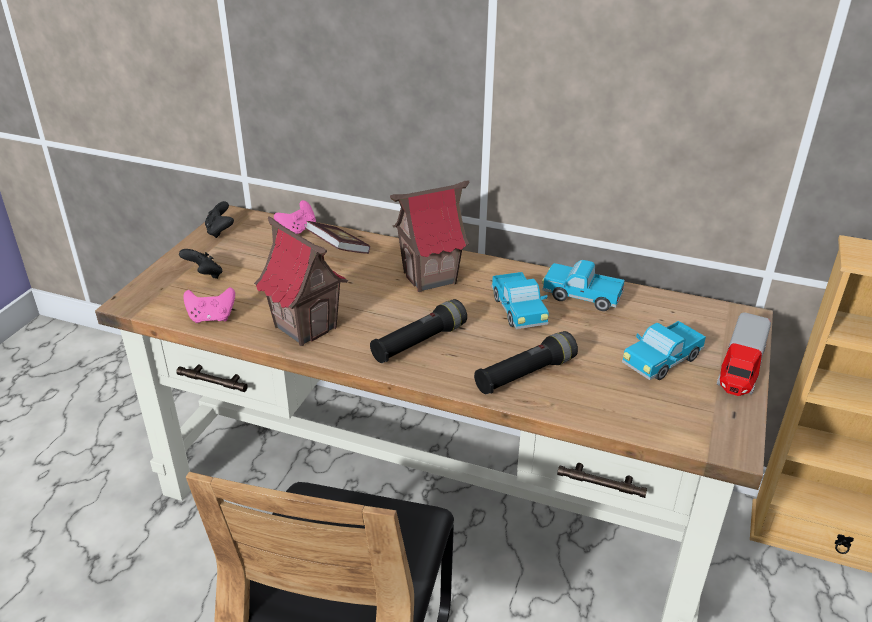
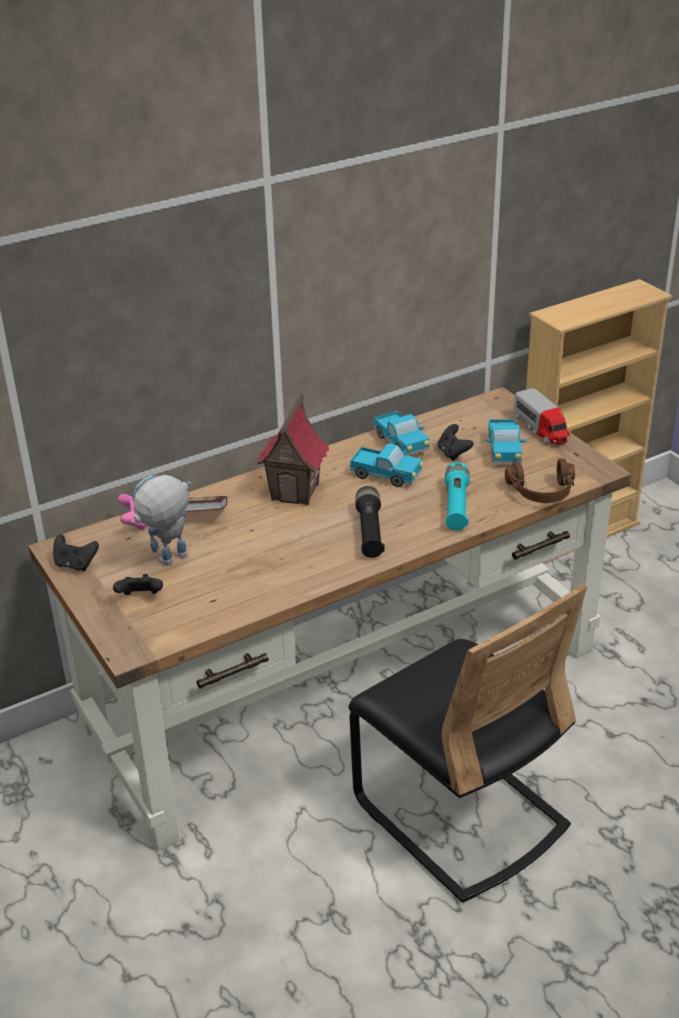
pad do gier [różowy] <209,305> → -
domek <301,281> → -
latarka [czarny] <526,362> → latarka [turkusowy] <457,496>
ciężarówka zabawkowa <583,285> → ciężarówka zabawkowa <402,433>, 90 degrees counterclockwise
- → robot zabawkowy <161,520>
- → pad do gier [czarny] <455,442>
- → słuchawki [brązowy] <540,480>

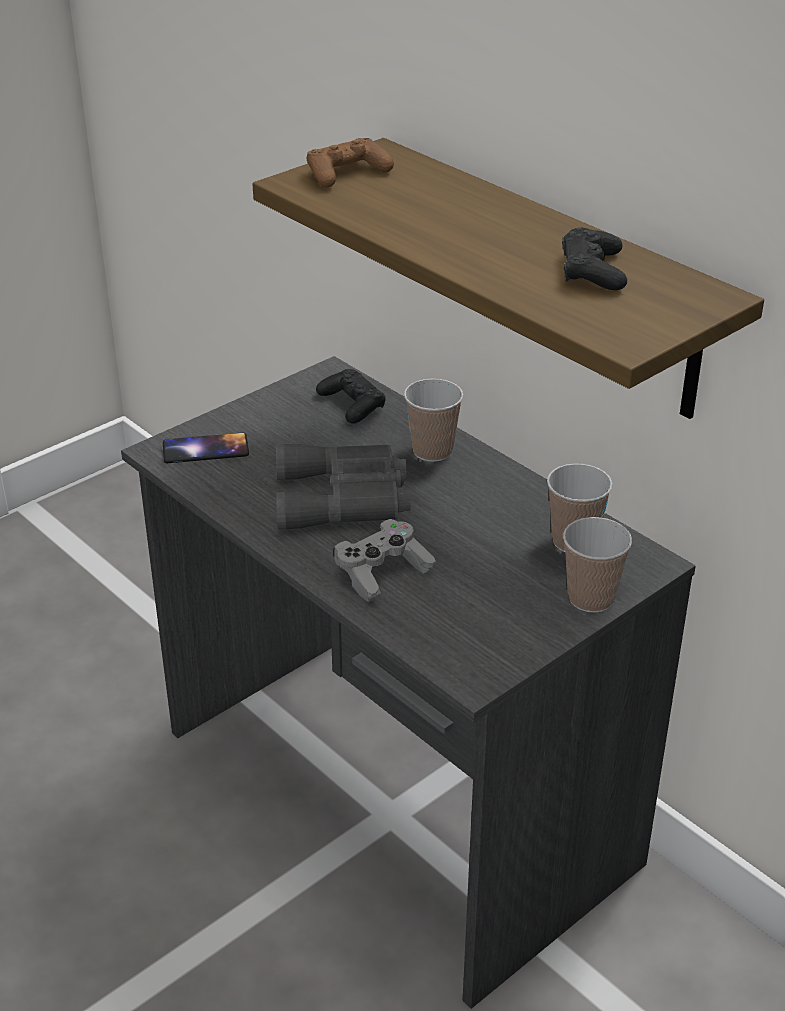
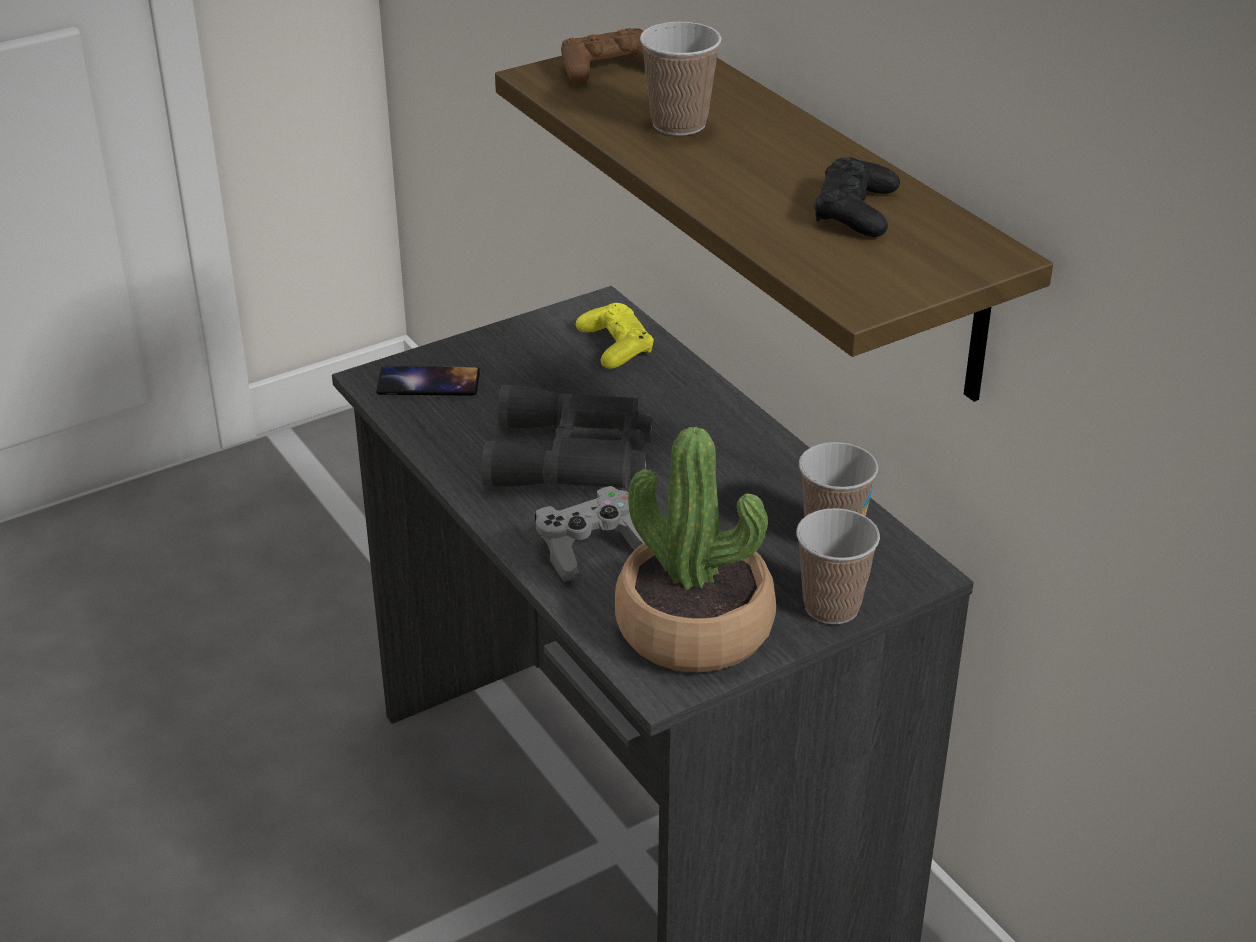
pad do gier [czarny] <351,396> → pad do gier [żółty] <615,336>
filiżanka <433,420> → filiżanka <680,79>, relocated
- → roślina doniczkowa <695,549>

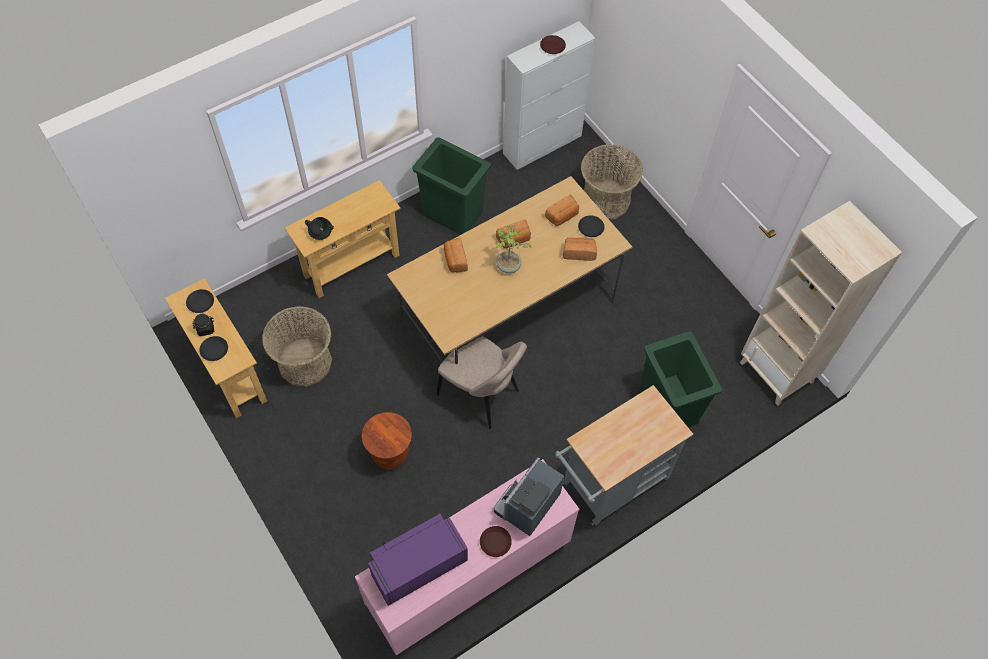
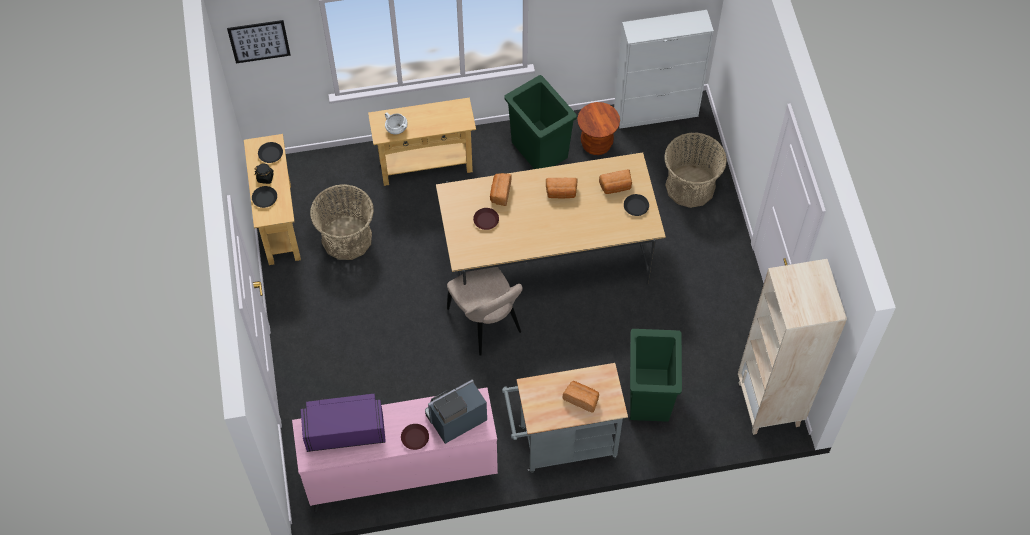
garnek [czarny] <319,228> → garnek [biały] <396,123>
stołek [brązowy] <387,441> → stołek [brązowy] <598,128>, relocated
roślina doniczkowa <513,249> → -
talerz [brązowy] <553,44> → talerz [brązowy] <486,219>, relocated
chleb <580,249> → chleb <581,397>, relocated
- → obraz <259,41>

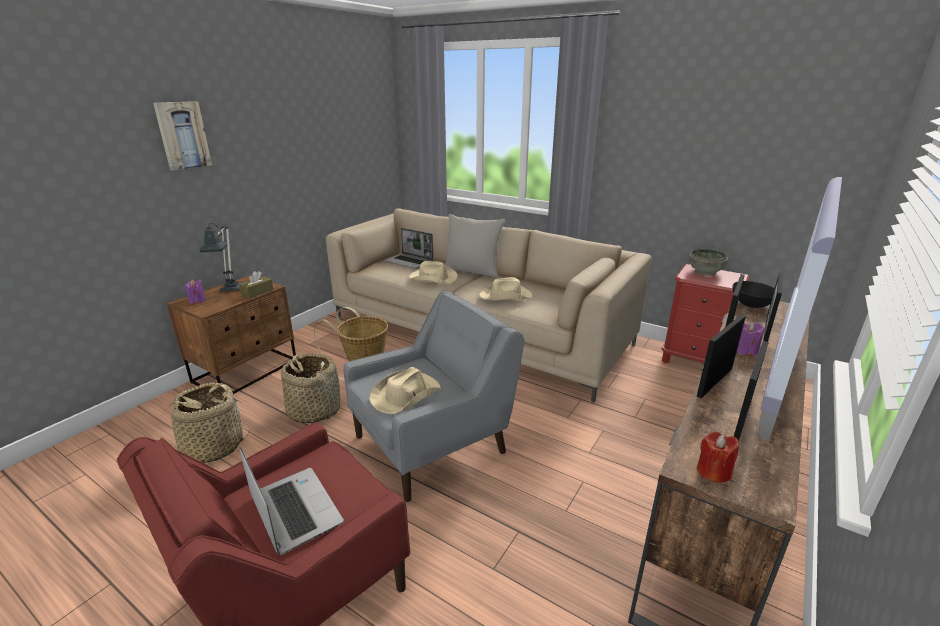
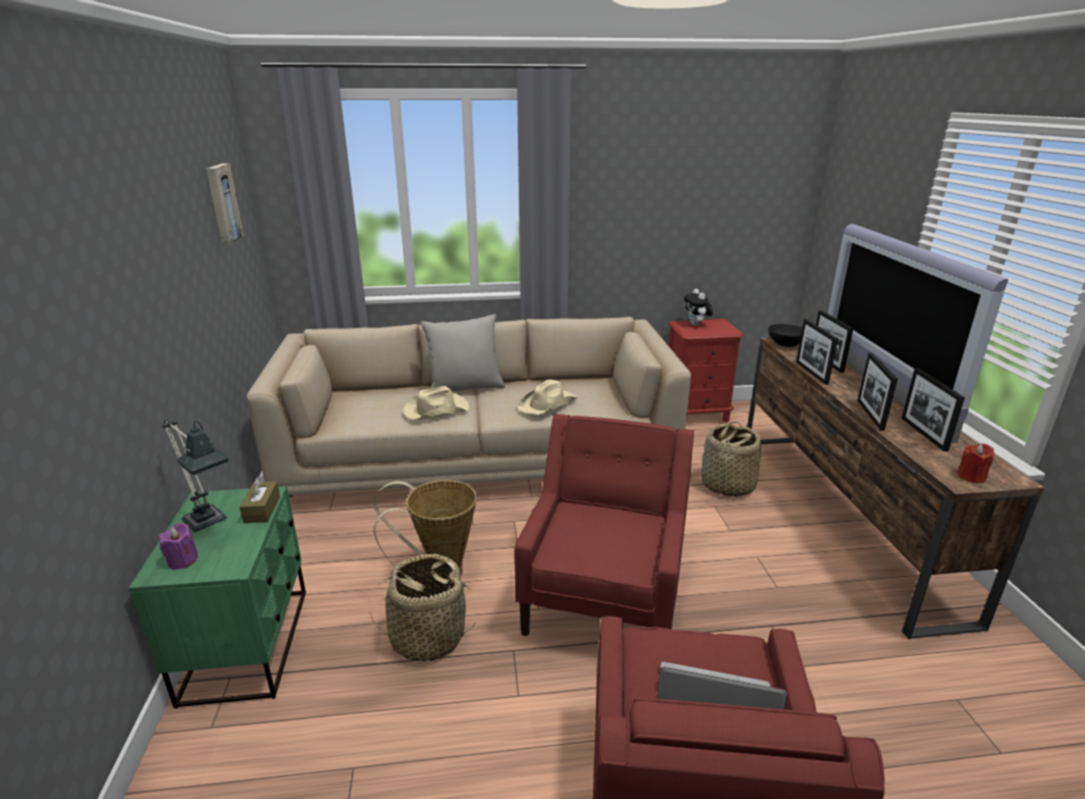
obraz <182,136> → obraz <225,204>, relocated
koszyk <205,423> → koszyk <731,459>, relocated
szafka nocna [brązowy] <231,334> → szafka nocna [zielony] <217,597>
fotel [szary] <433,396> → fotel [czerwony] <604,524>
kapelusz [beżowy] <405,390> → -
laptop <409,248> → -
miska [szary] <708,262> → pluszak <698,307>
świeca [fioletowy] <750,339> → -

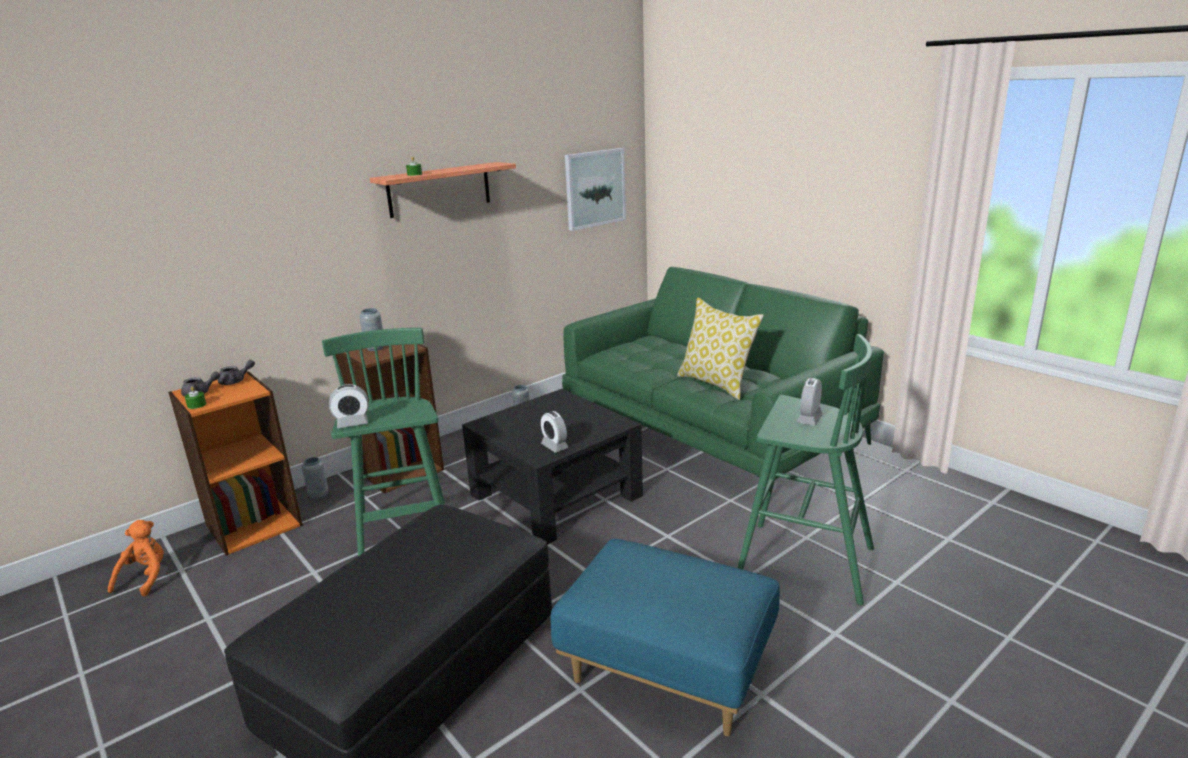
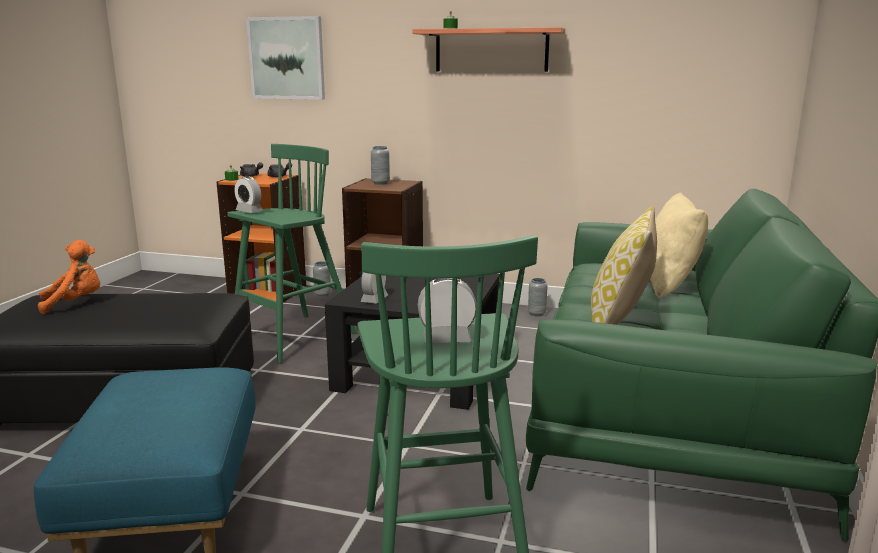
pluszak [pomarańczowy] <136,558> → pluszak [pomarańczowy] <69,277>, relocated
obraz <595,189> → obraz <285,58>, relocated
- → poduszka [beżowy] <678,246>

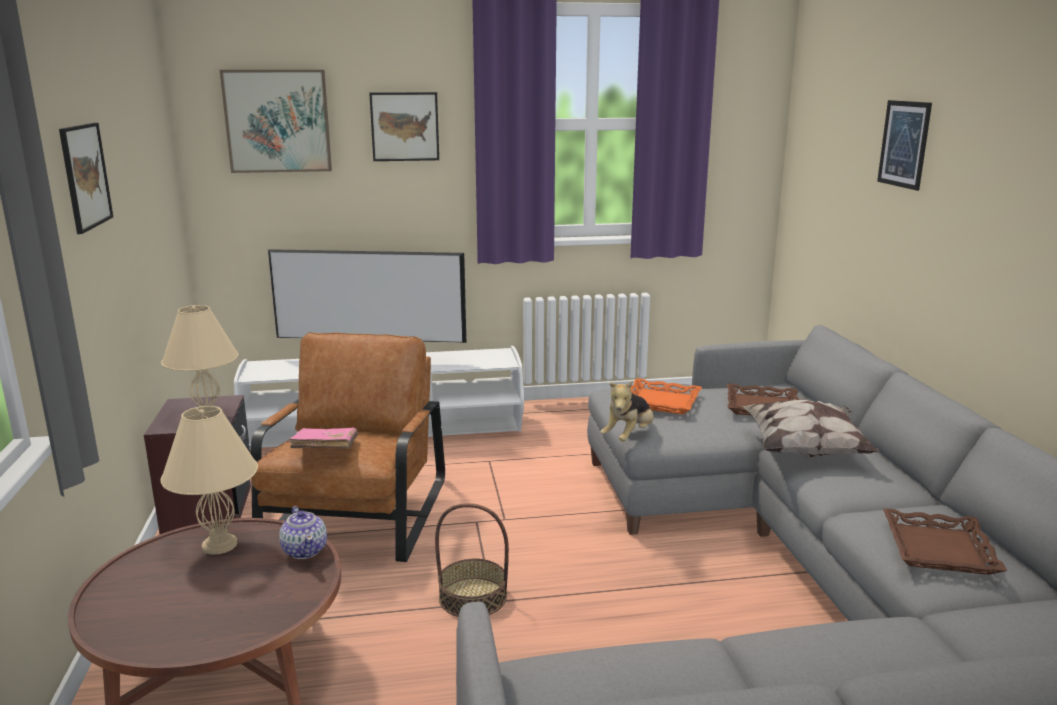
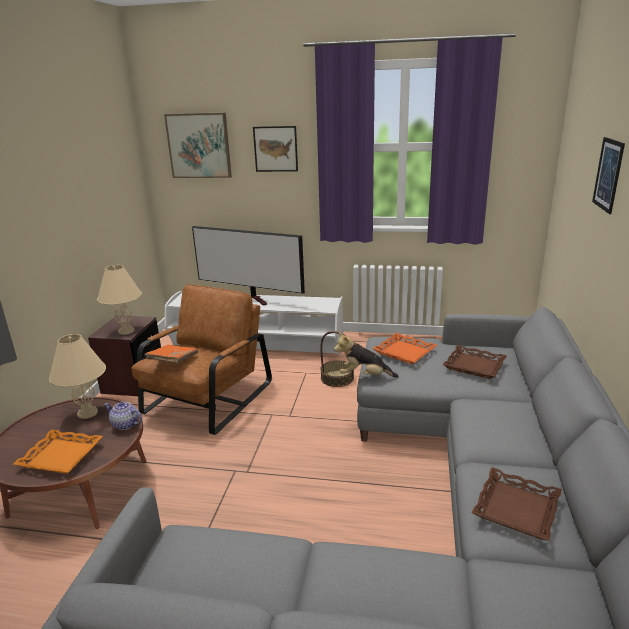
obraz <86,178> → -
imbryk <303,532> → imbryk <123,416>, 120 degrees clockwise
książka [różowy] <323,438> → książka [pomarańczowy] <171,354>
koszyk <472,560> → koszyk <337,359>, relocated
pluszak <627,411> → pluszak <366,355>, 45 degrees clockwise
poduszka <811,428> → -
- → taca [pomarańczowy] <58,452>

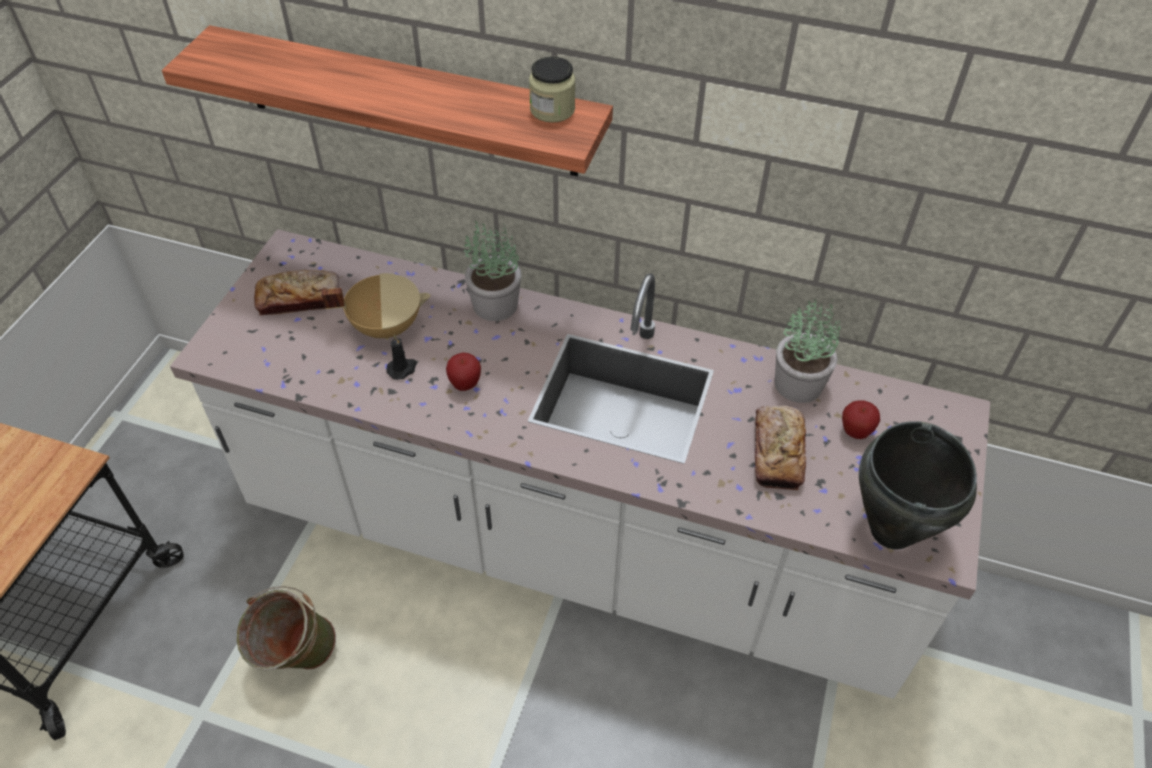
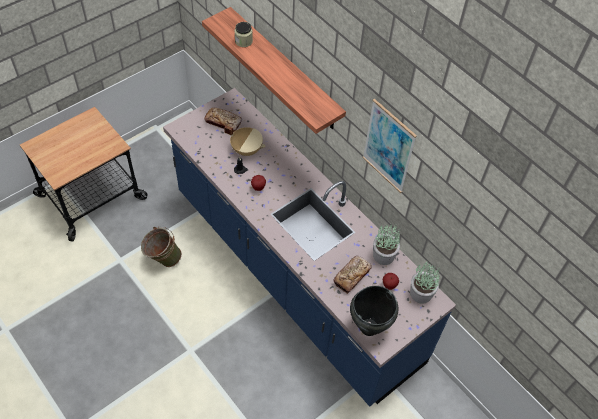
zabudowa kuchenna [biały] <580,464> → zabudowa kuchenna [niebieski] <309,247>
roślina doniczkowa <492,270> → roślina doniczkowa <425,282>, relocated
słoik <552,89> → słoik <244,34>, relocated
- → obraz <390,146>

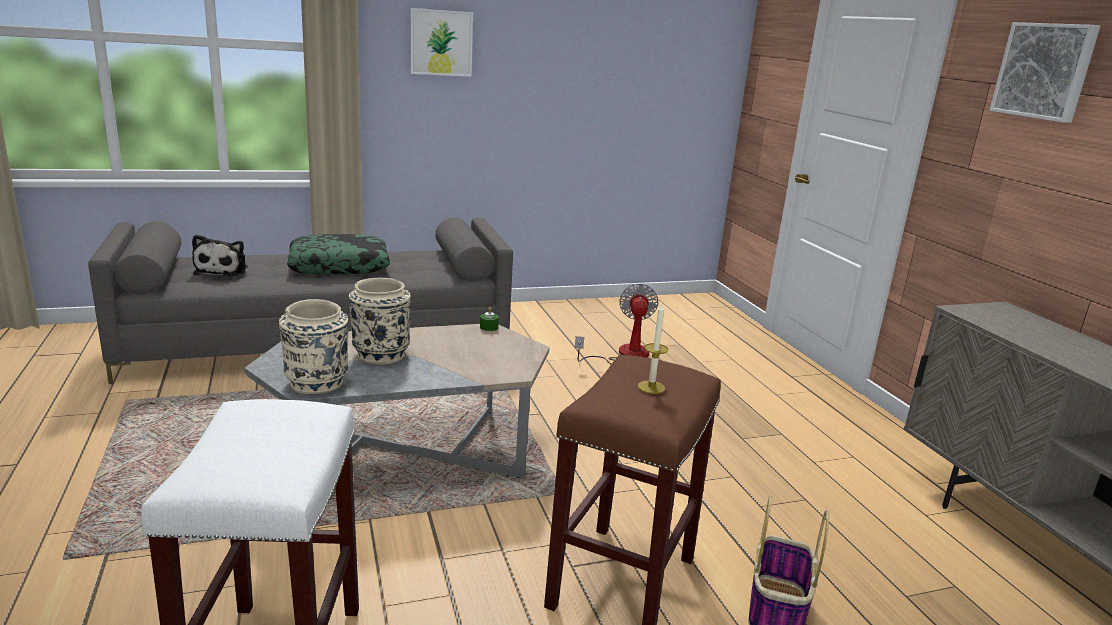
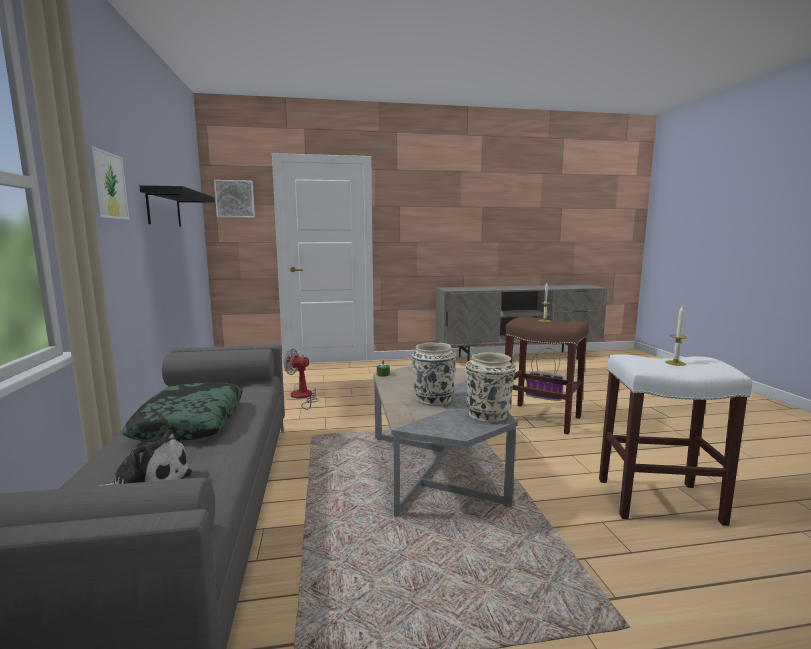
obraz <1045,72> → obraz <234,199>, relocated
- → półka [czarny] <177,205>
- → świeca <676,336>

